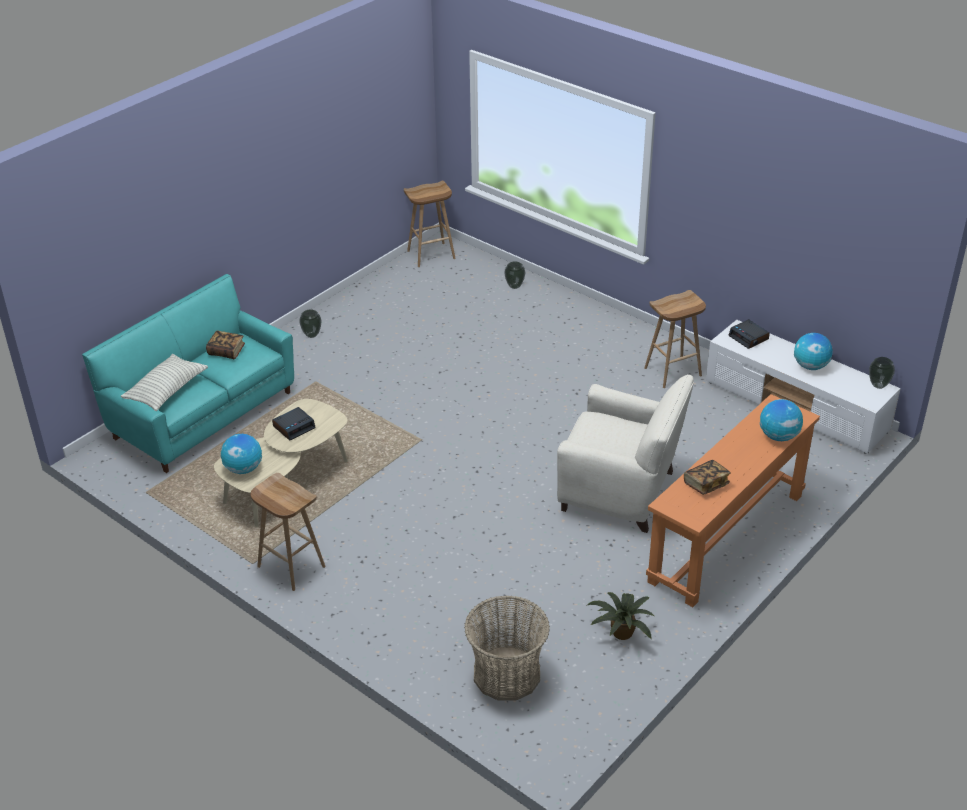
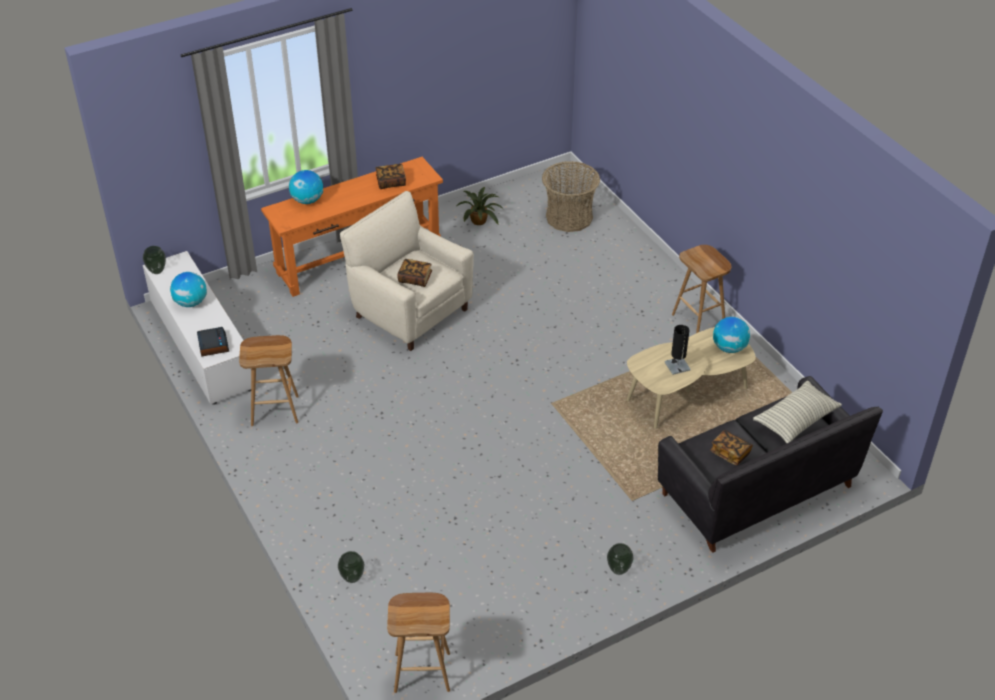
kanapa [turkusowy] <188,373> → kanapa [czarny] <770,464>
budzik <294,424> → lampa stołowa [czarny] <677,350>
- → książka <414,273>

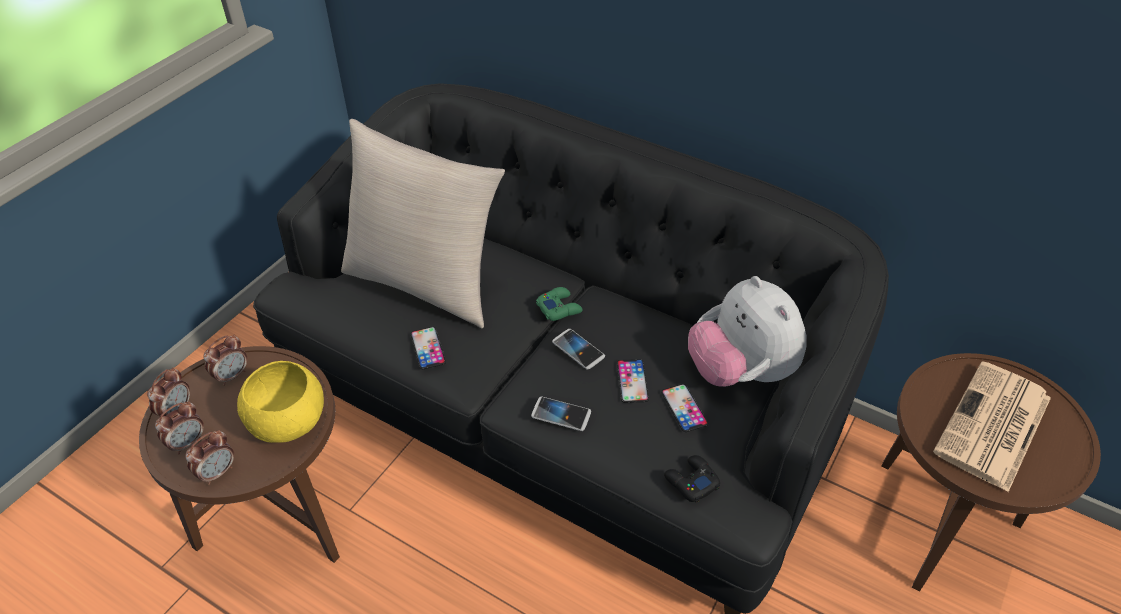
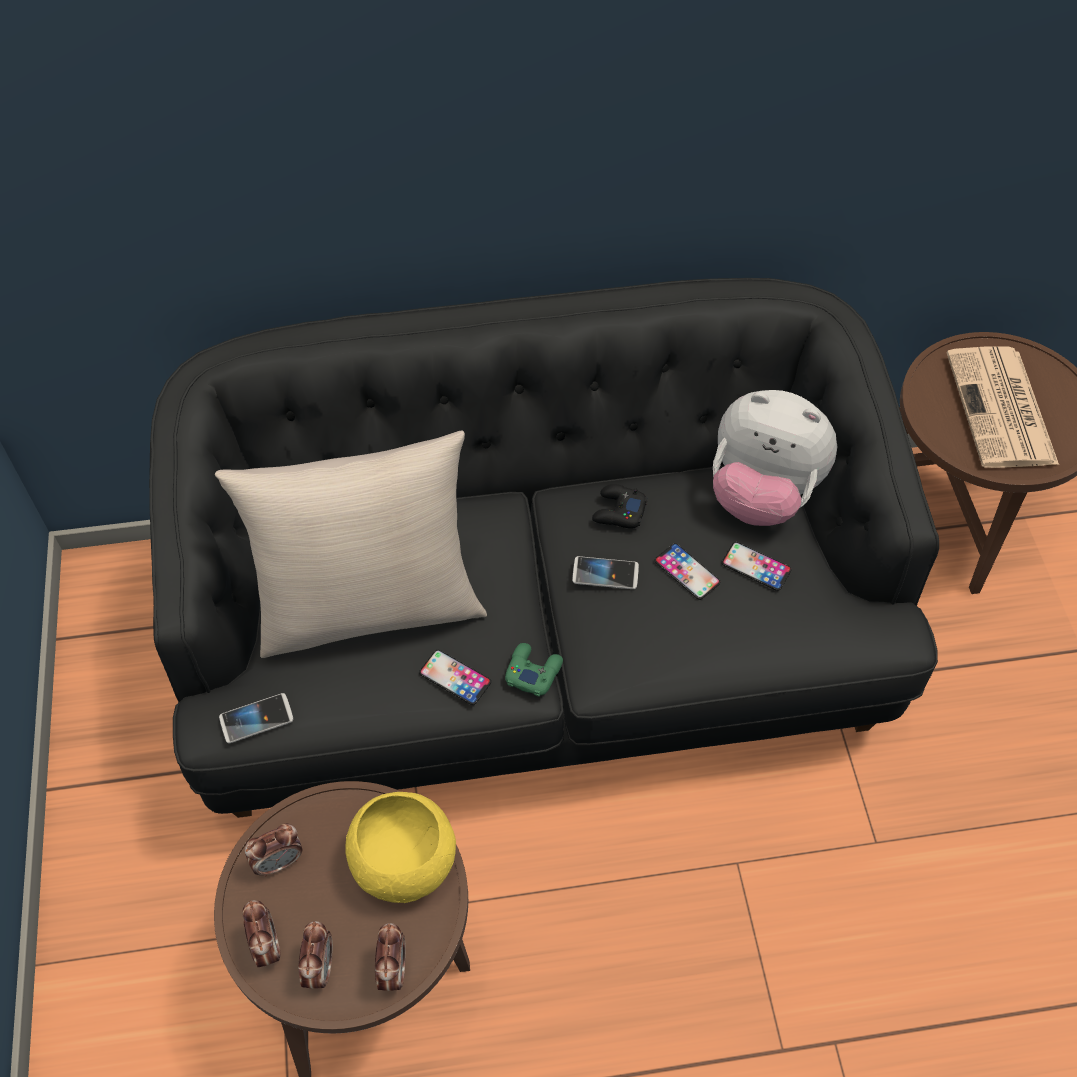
budzik <225,360> → budzik <274,850>, 60 degrees clockwise
telefon <561,413> → telefon <256,718>, relocated
pad do gier [zielony] <559,304> → pad do gier [zielony] <534,670>, relocated
pad do gier [czarny] <692,479> → pad do gier [czarny] <620,506>, relocated

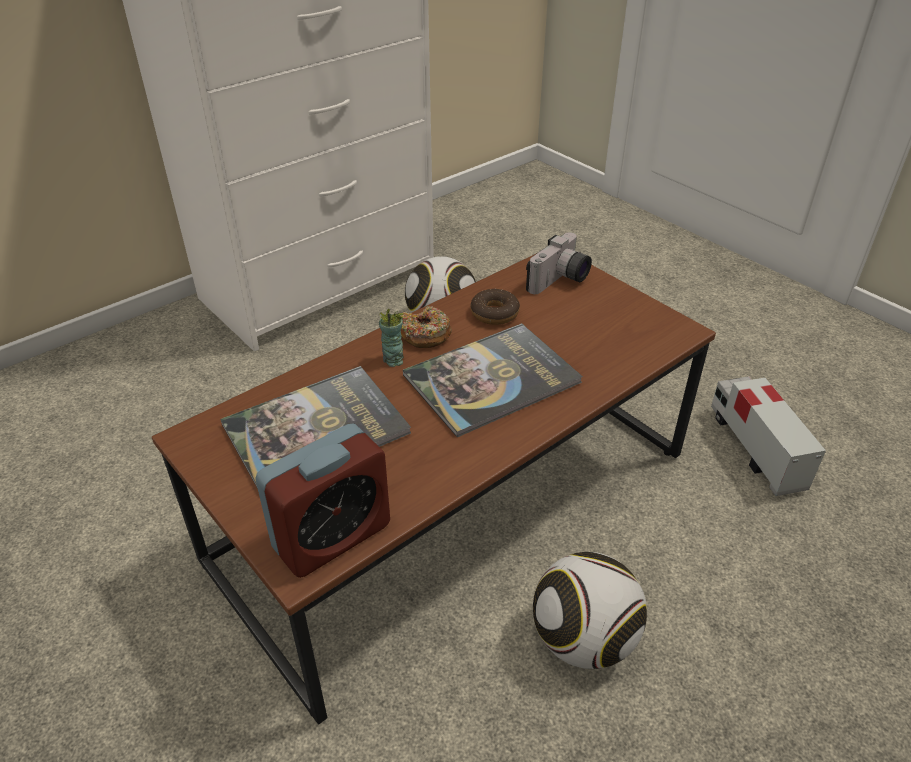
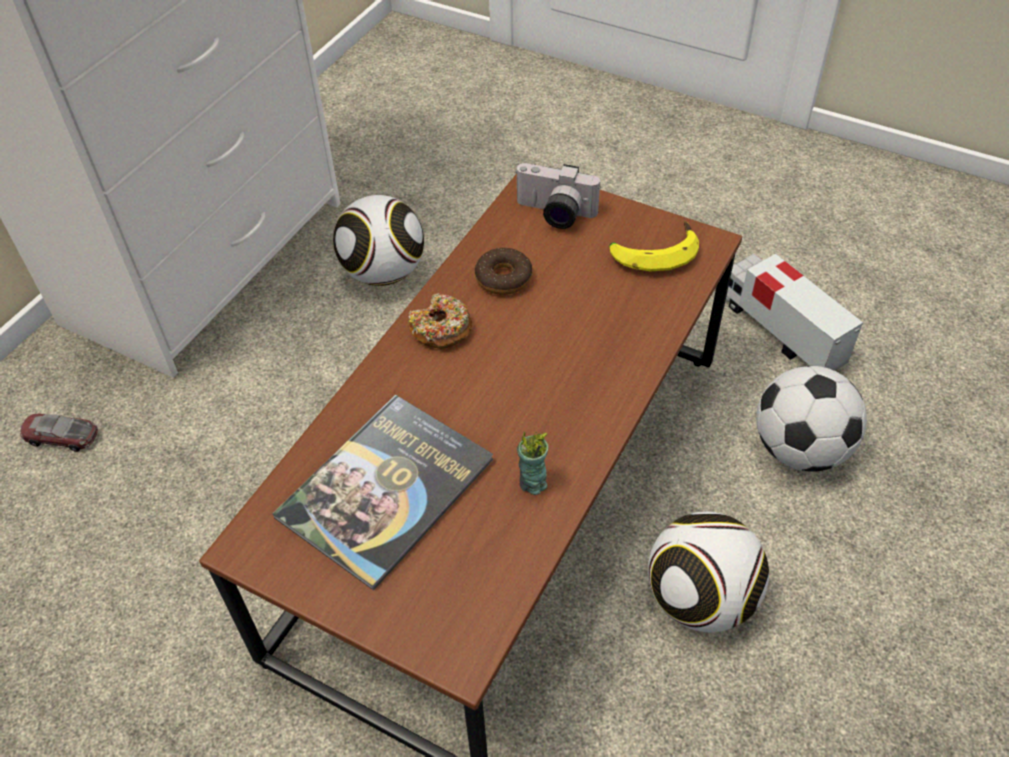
budzik <322,500> → -
filiżanka <391,338> → filiżanka <532,463>, relocated
książka <493,380> → -
aparat fotograficzny <559,263> → aparat fotograficzny <558,196>, 90 degrees clockwise
- → samochodzik <59,433>
- → banan <654,246>
- → piłka futbolowa <811,419>

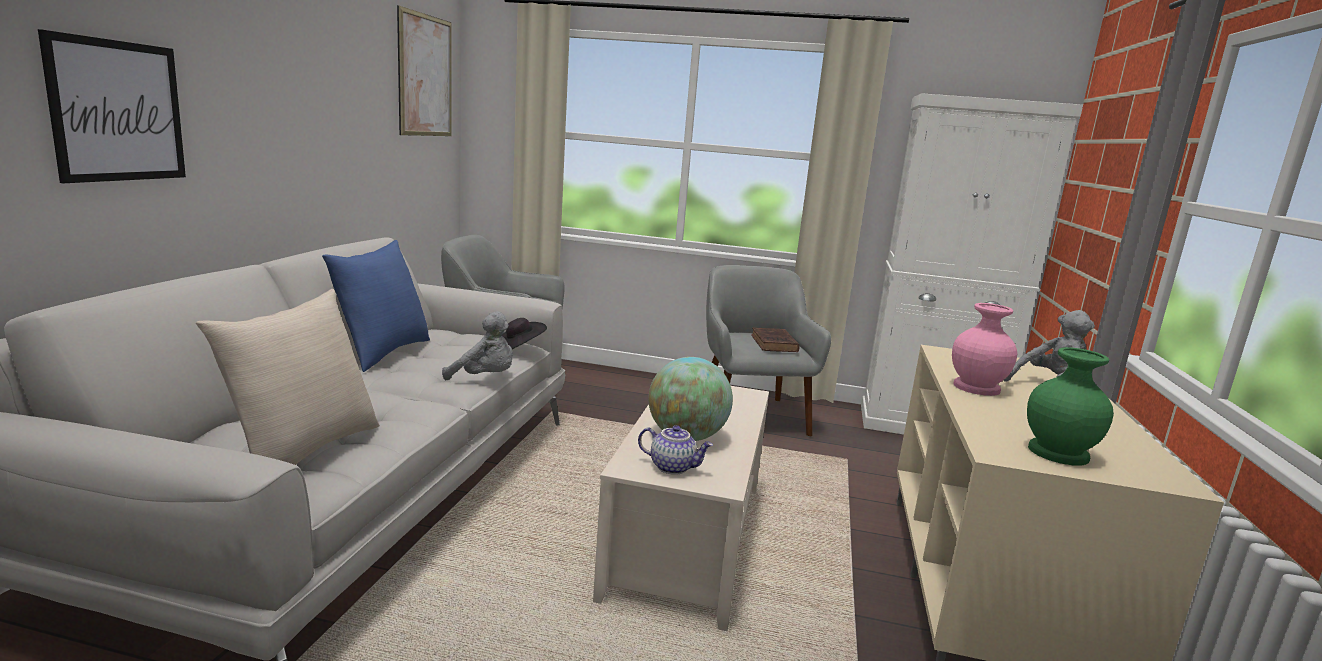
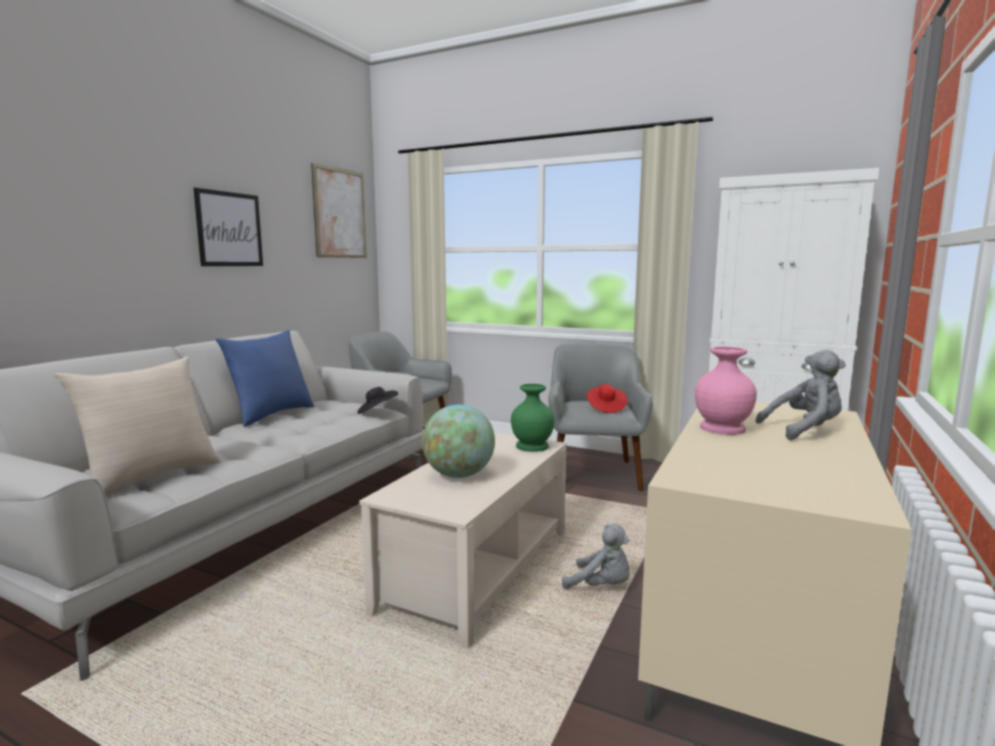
obraz <112,106> → obraz <228,227>, relocated
pluszak [szary] <477,345> → pluszak [szary] <596,556>, relocated
imbryk <675,450> → -
książka [brązowy] <775,339> → kapelusz [czerwony] <607,398>
wazon [zielony] <1070,406> → wazon [zielony] <533,418>, relocated

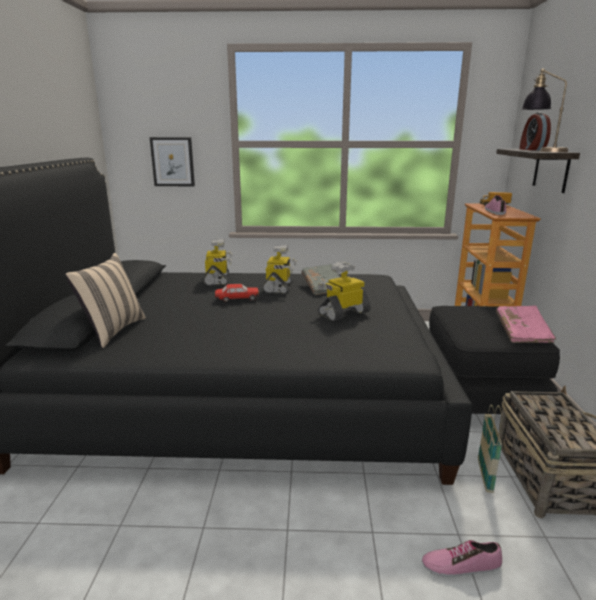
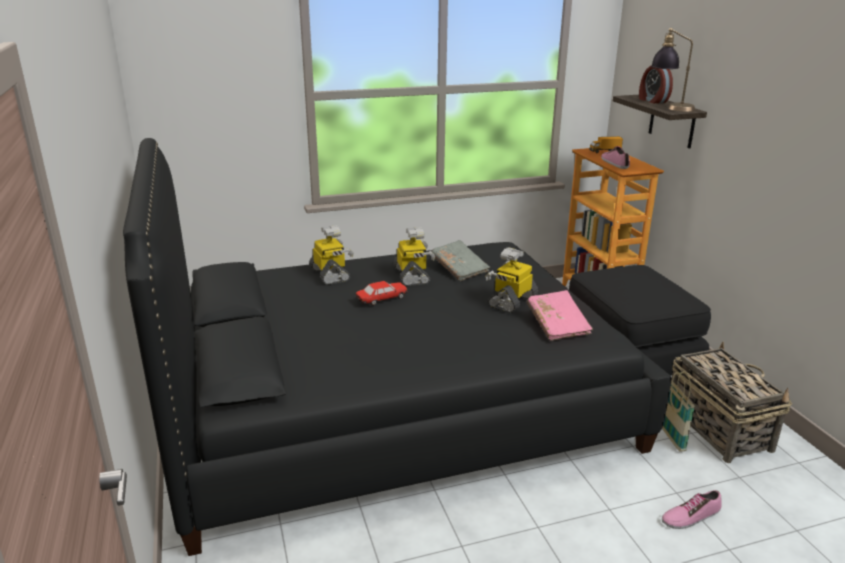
poduszka [beżowy] <105,300> → -
obraz <172,161> → -
książka [różowy] <526,324> → książka [różowy] <560,315>, relocated

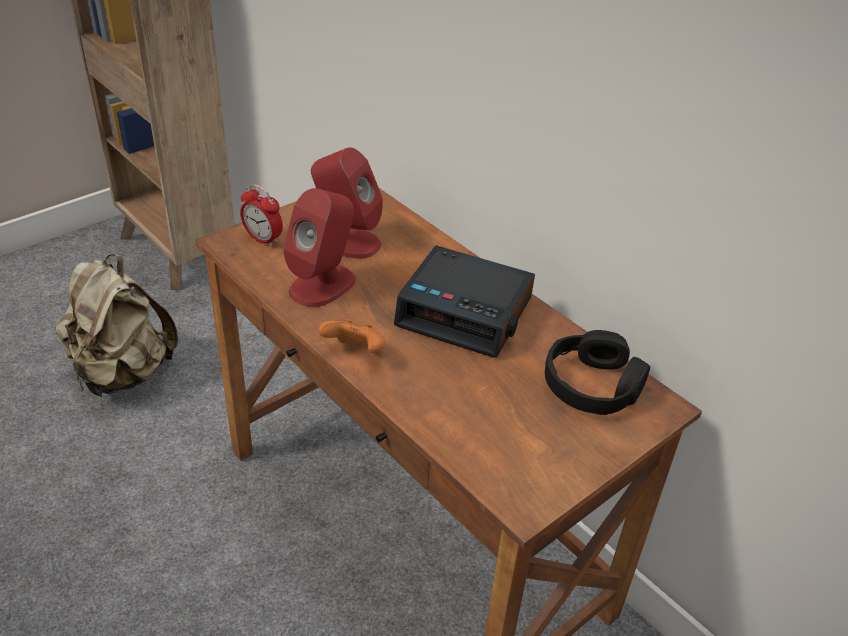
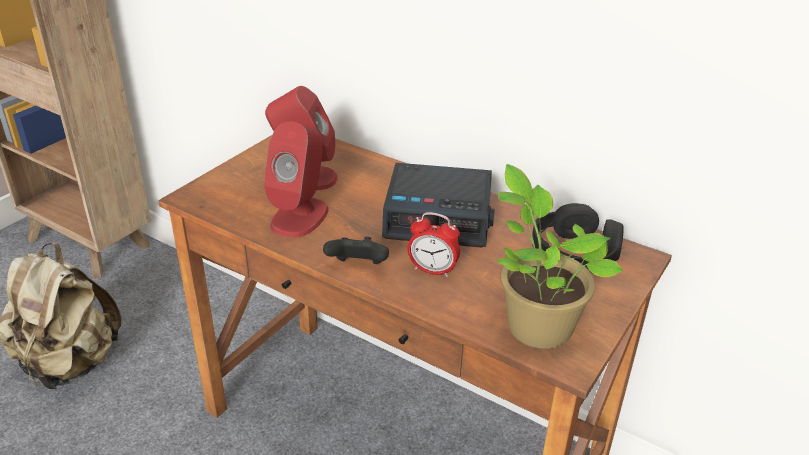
budzik <261,215> → budzik <434,244>, relocated
pad do gier [pomarańczowy] <351,336> → pad do gier [czarny] <356,250>
- → roślina doniczkowa <560,256>

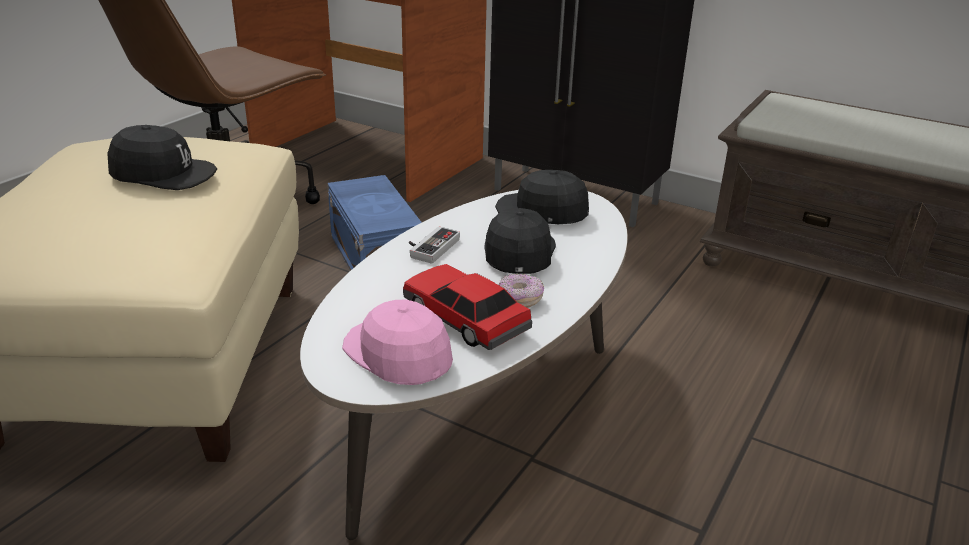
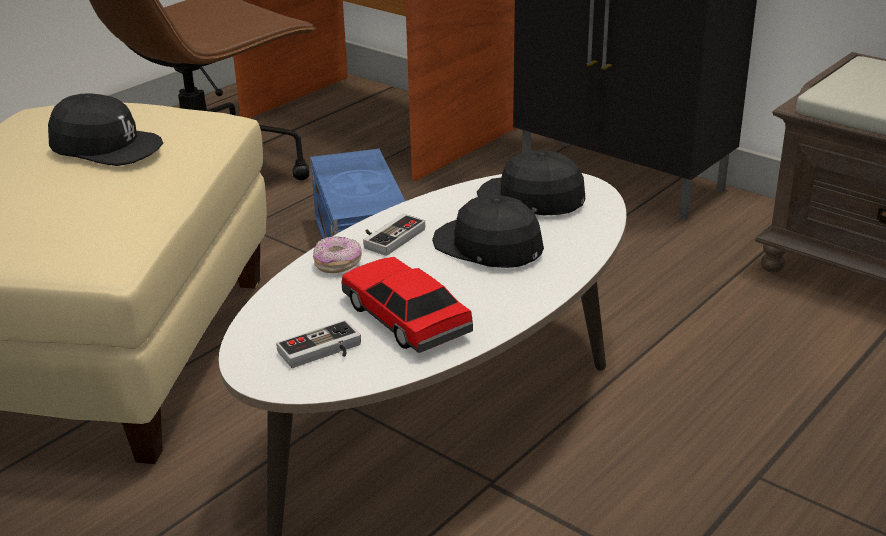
czapka z daszkiem [różowy] <397,342> → pad do gier <318,344>
czapka z daszkiem [czarny] <520,241> → czapka z daszkiem [czarny] <488,231>, 60 degrees counterclockwise
donut <521,291> → donut <337,254>, relocated

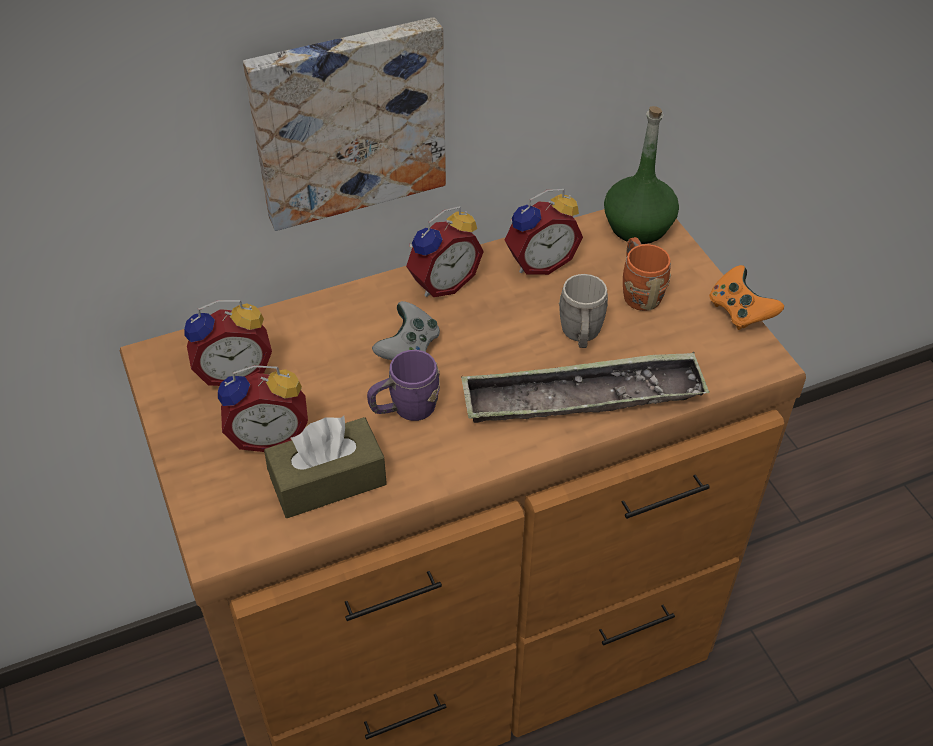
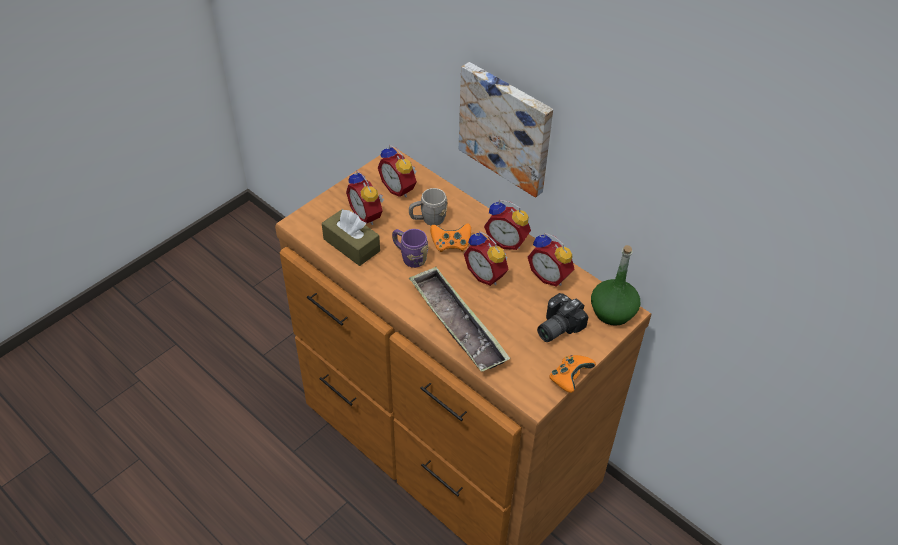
pad do gier [szary] <406,330> → pad do gier [pomarańczowy] <450,238>
kubek [szary] <583,311> → kubek [szary] <428,207>, relocated
kubek [pomarańczowy] <647,274> → aparat fotograficzny <562,317>
- → budzik <486,258>

